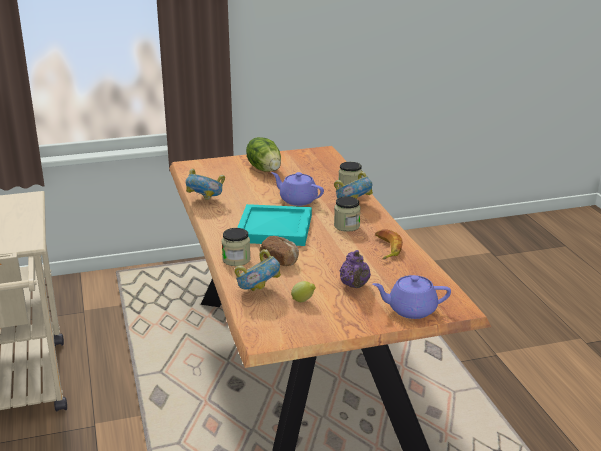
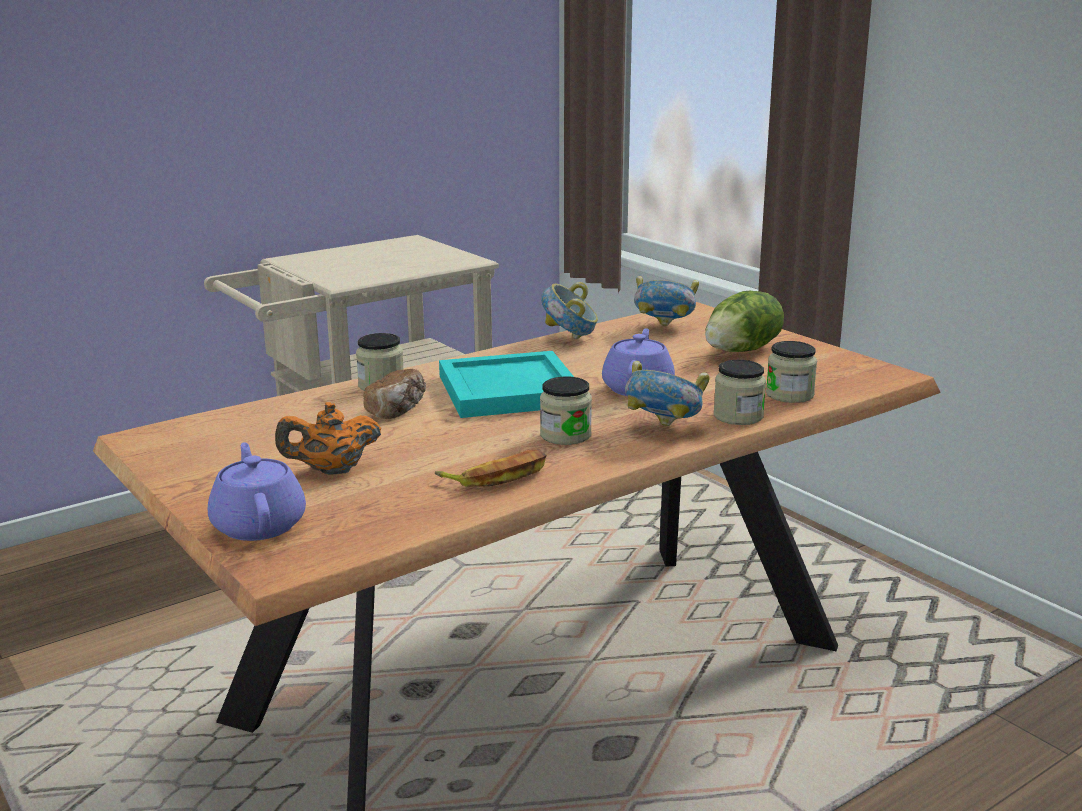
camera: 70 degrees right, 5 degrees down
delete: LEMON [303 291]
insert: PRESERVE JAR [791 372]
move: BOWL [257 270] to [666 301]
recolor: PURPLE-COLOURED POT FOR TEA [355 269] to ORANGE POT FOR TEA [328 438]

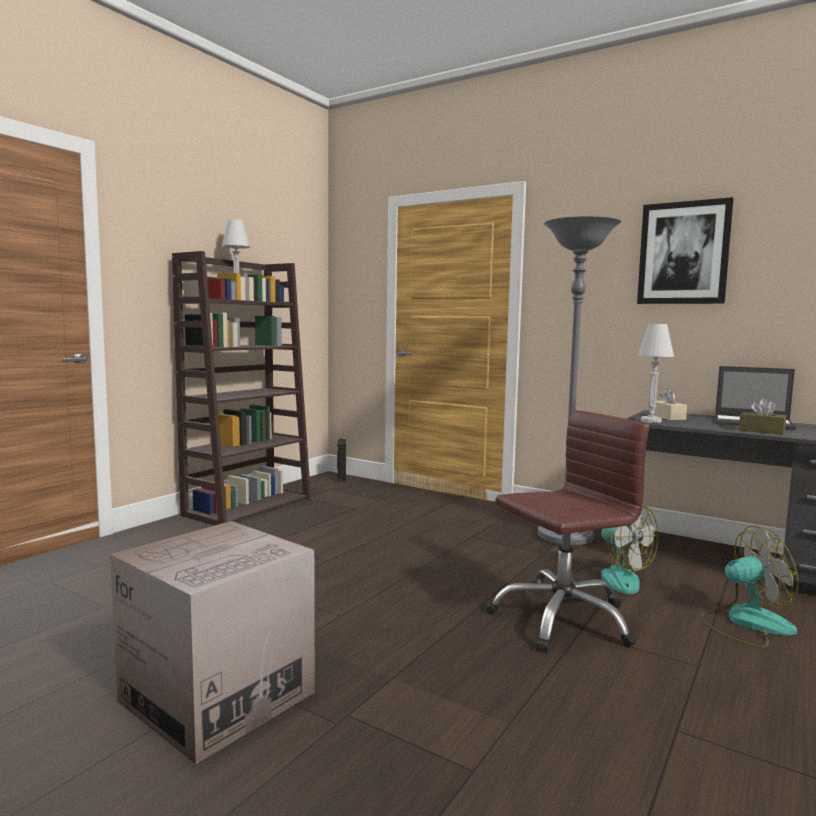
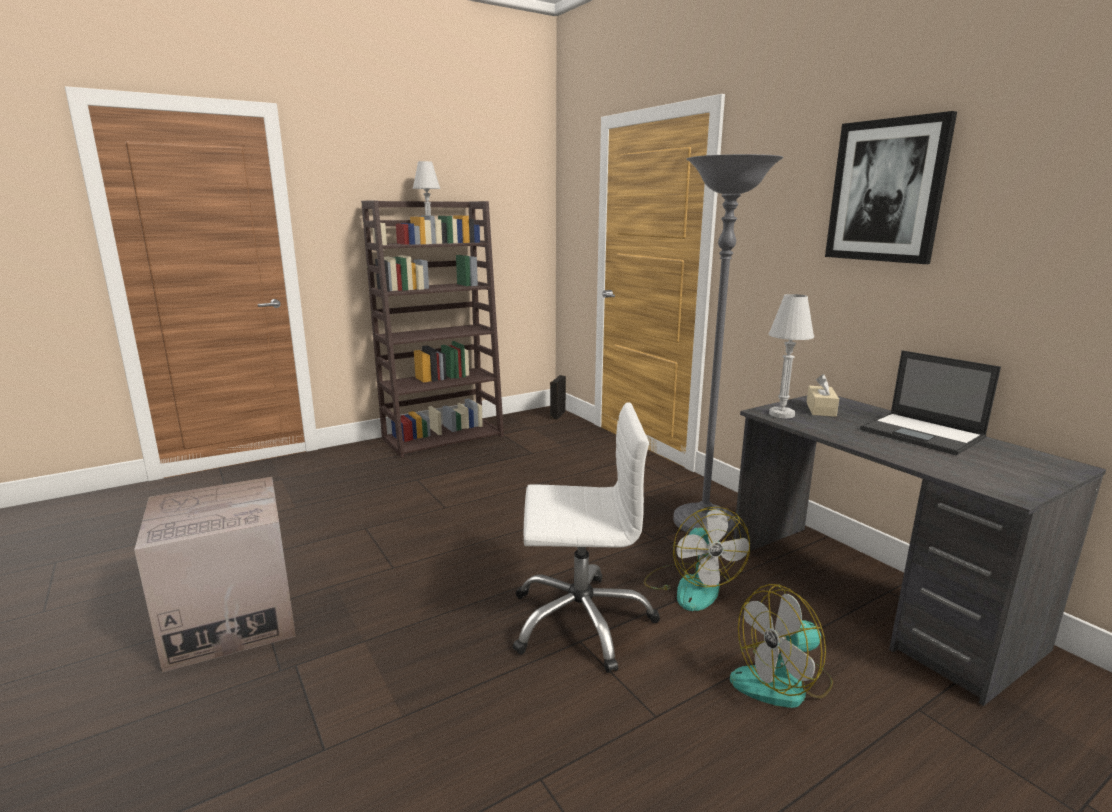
camera: 25 degrees right, 10 degrees up
delete: BROWN-COLOURED BOX OF TISSUES [762 416]
recolor: BROWN-COLOURED COMPUTER CHAIR [567 531] to WHITISH COMPUTER CHAIR [586 537]
rotate: FAN [749 586] = [781 646] 135 degrees clockwise

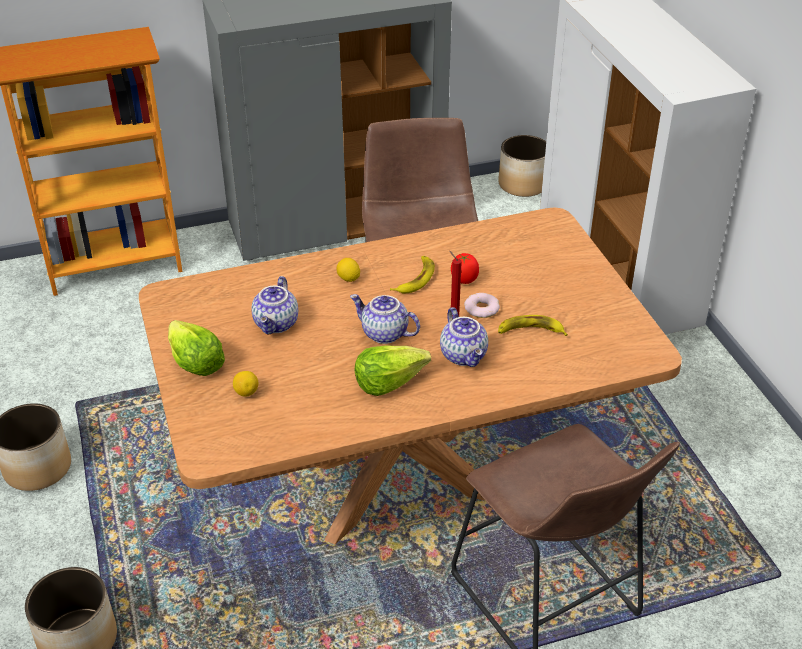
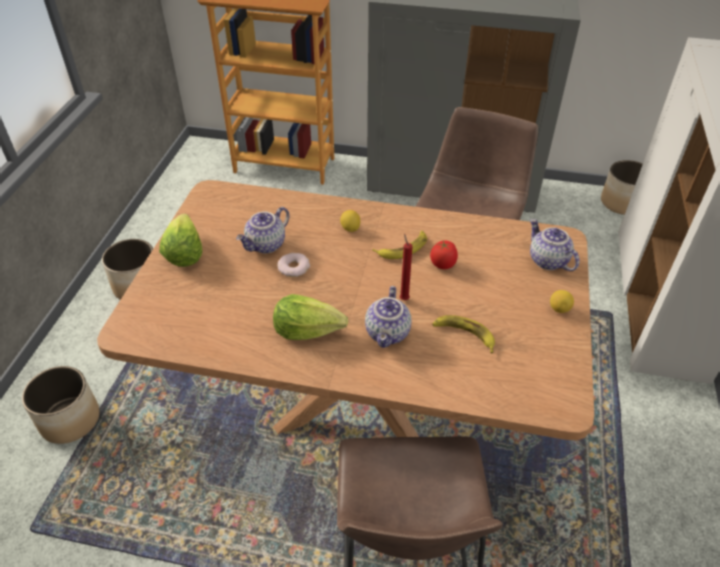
camera: 30 degrees right, 5 degrees up
move: DOUGHNUT [482 305] to [293 265]; POT FOR TEA [385 319] to [555 245]; LEMON [246 384] to [562 301]

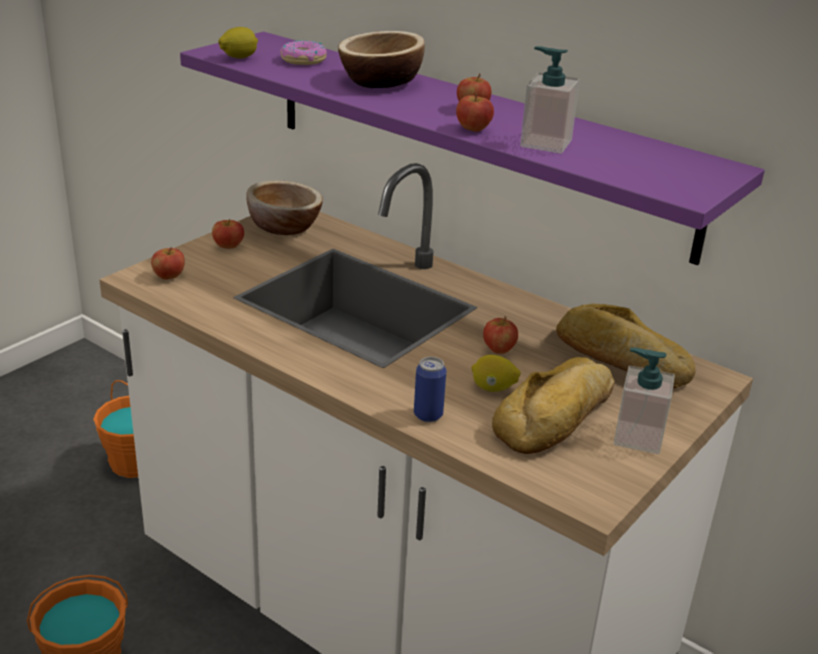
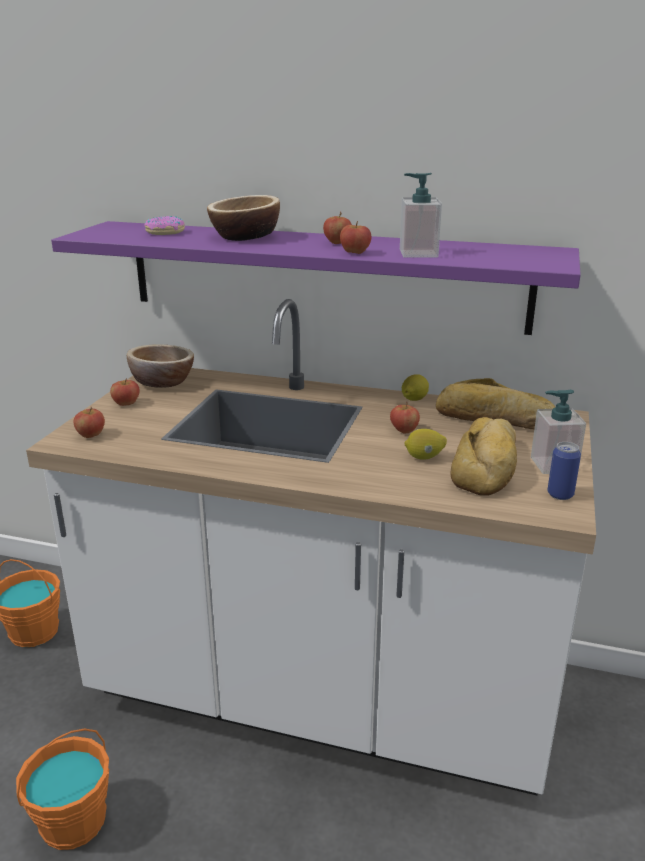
camera: 20 degrees left, 5 degrees down
move: LEMON [238 42] to [415 387]; CAN [430 389] to [564 471]

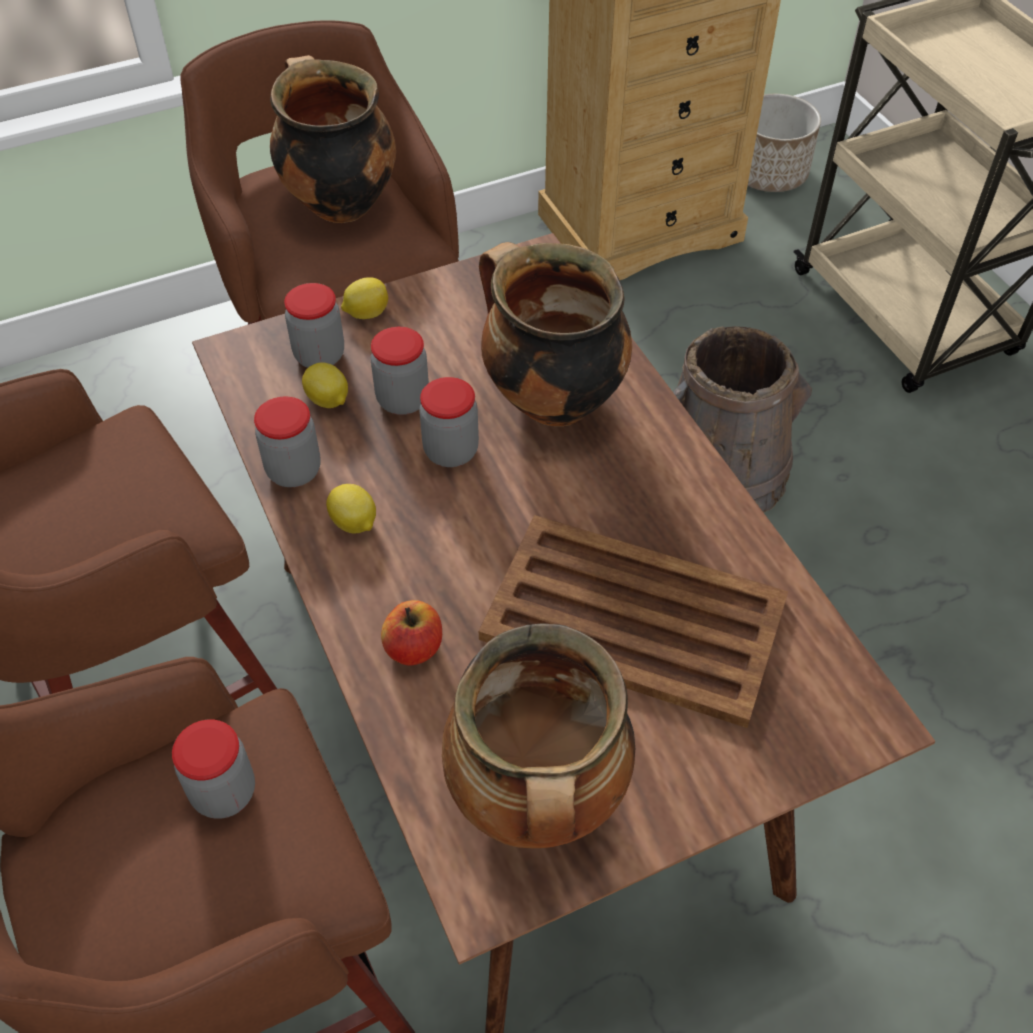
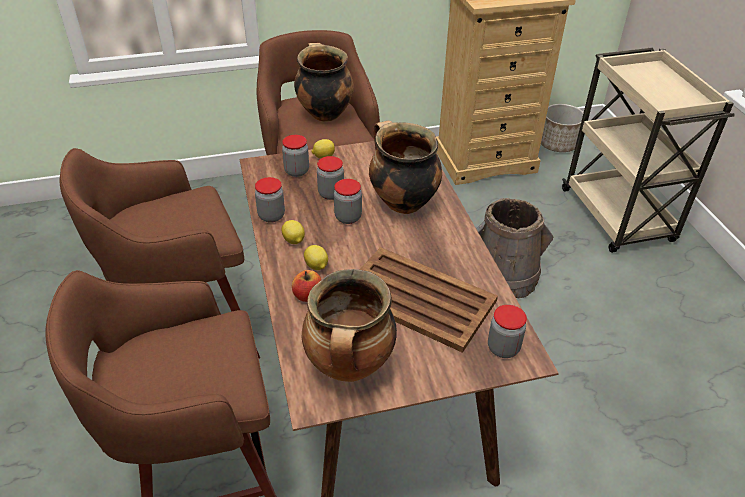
camera: 10 degrees right, 10 degrees down
move: LEMON [325 385] to [316 257]; PRESERVE JAR [213 769] to [507 331]

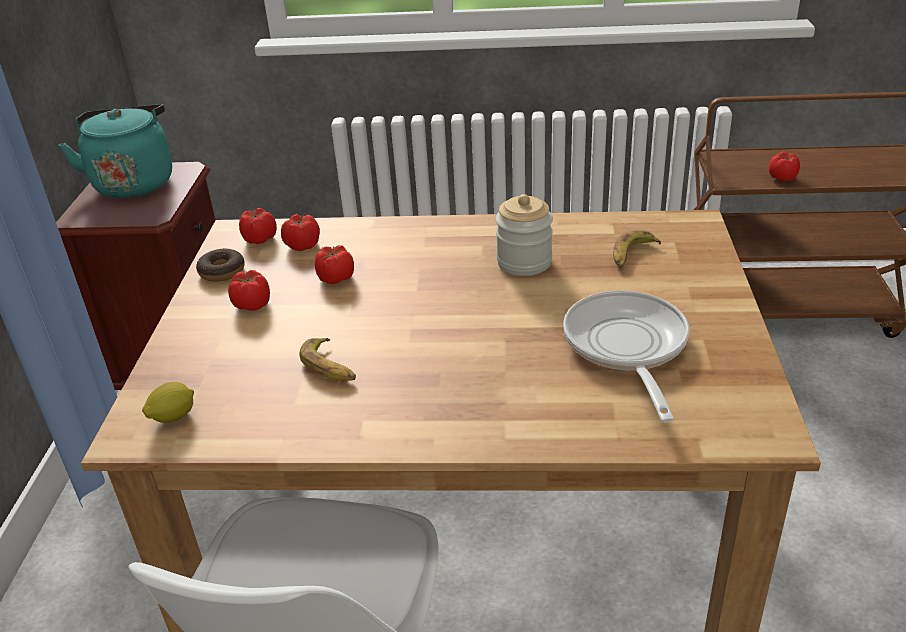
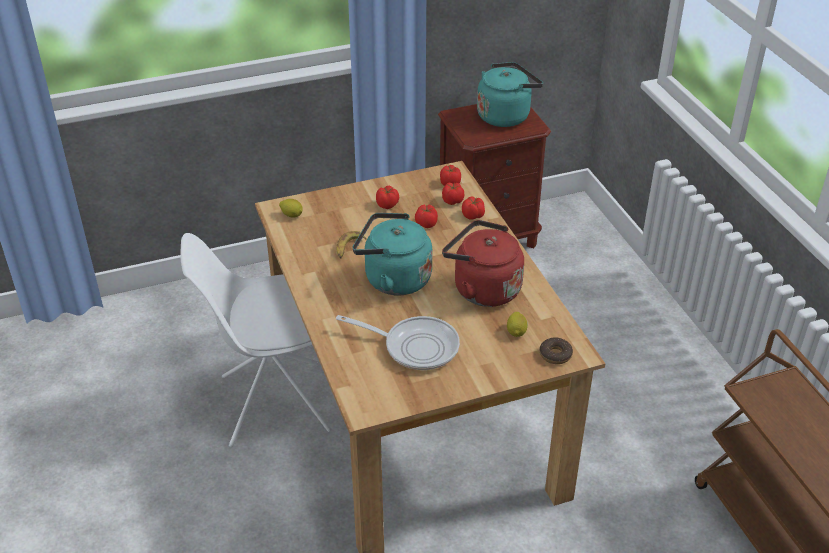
camera: 65 degrees right, 5 degrees up
insert: TURQUOISE KETTLE [392 254]
move: FRESH TOMATO [784 166] to [473 207]; DOUGHNUT [220 265] to [556 351]
replace: PRESERVE JAR [524 235] to RED KETTLE [483 263]; BANANA FRUIT [637 249] to LEMON [517 324]
rotate: SKILLET [626 357] = [398 342] 45 degrees clockwise

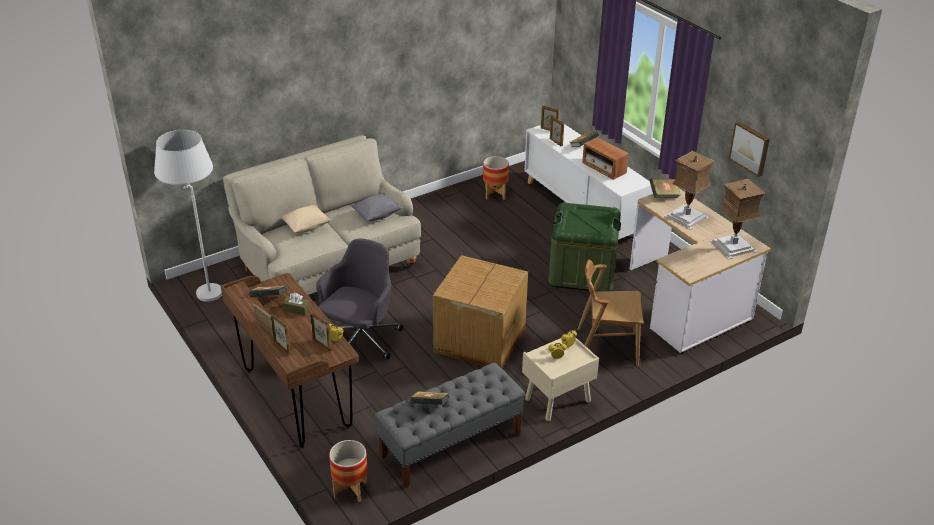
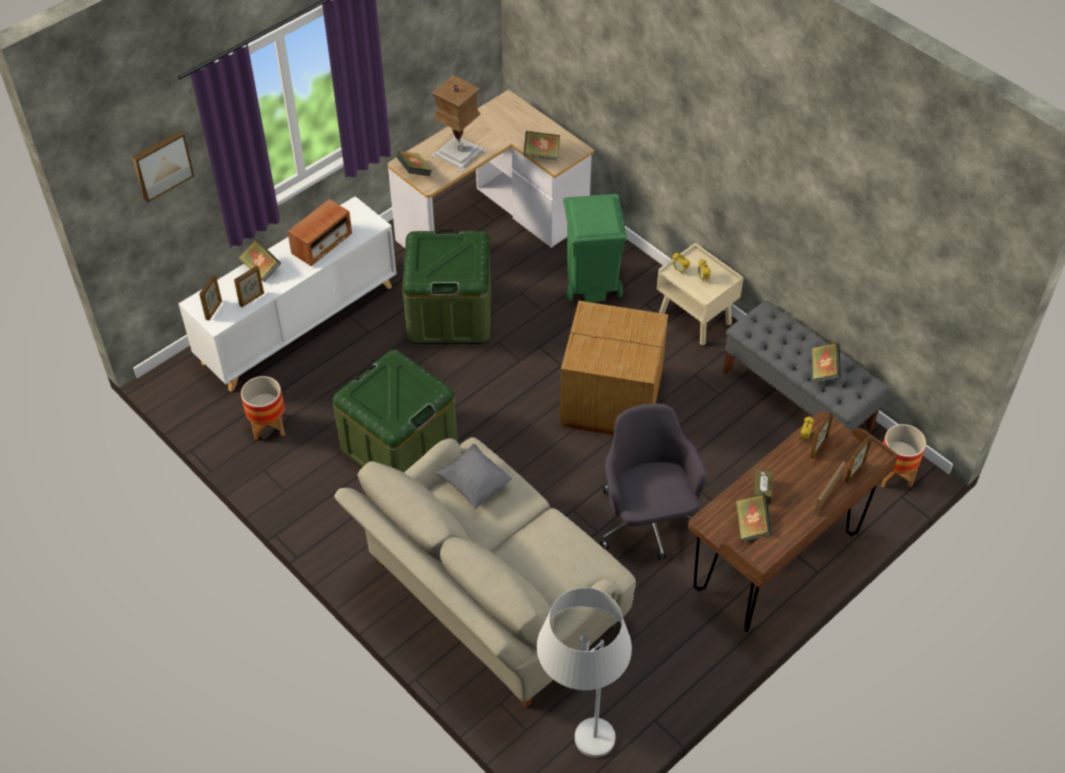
camera: 100 degrees left, 15 degrees up
delete: LAMP FOR A TABLE [737 219]; BEIGE THROW PILLOW [306 219]
insert: VOLUME [541 145]; GREEN STORAGE BOX [395 411]
move: PICTURE [749 149] to [163 166]
replace: BROWN-COLOURED CHAIR [610 313] to GREEN RUBBISH BIN [595 248]
rotate: GREY COMPUTER CHAIR [359 299] = [653 481] 60 degrees clockwise

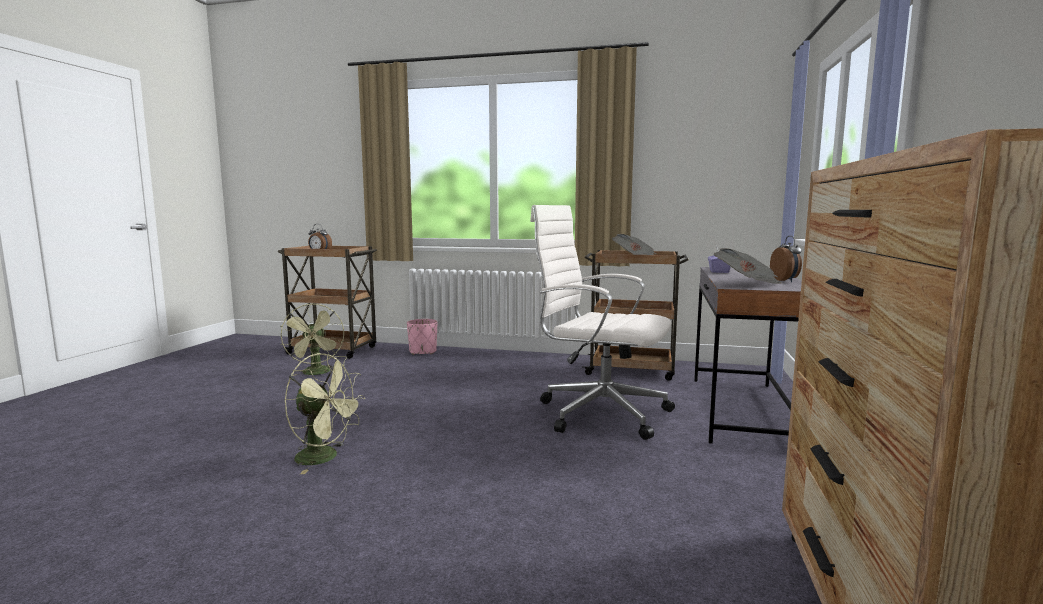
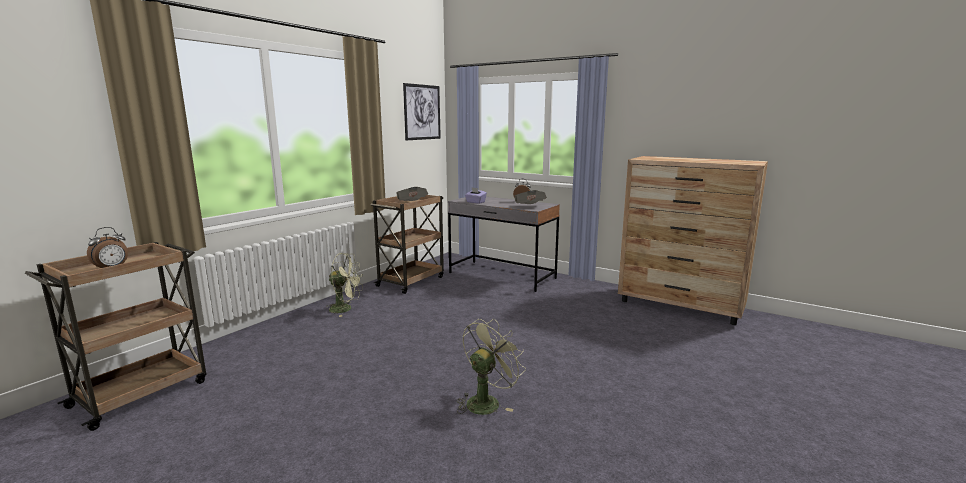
camera: 70 degrees left, 5 degrees up
delete: WHITISH COMPUTER CHAIR [602 322]; PINKISH PLANT POT [422 337]
insert: PICTURE [422 111]
move: GREEN FAN [312 340] to [345 285]

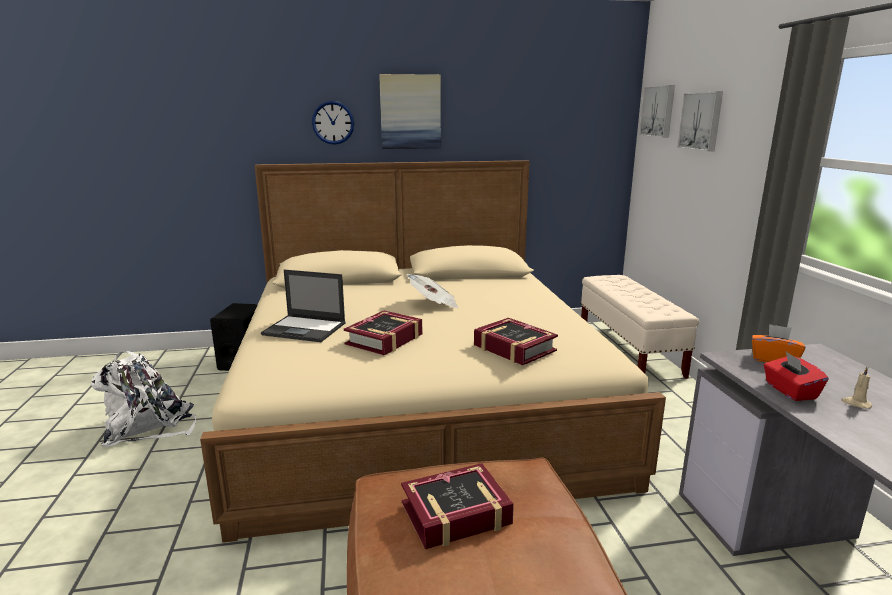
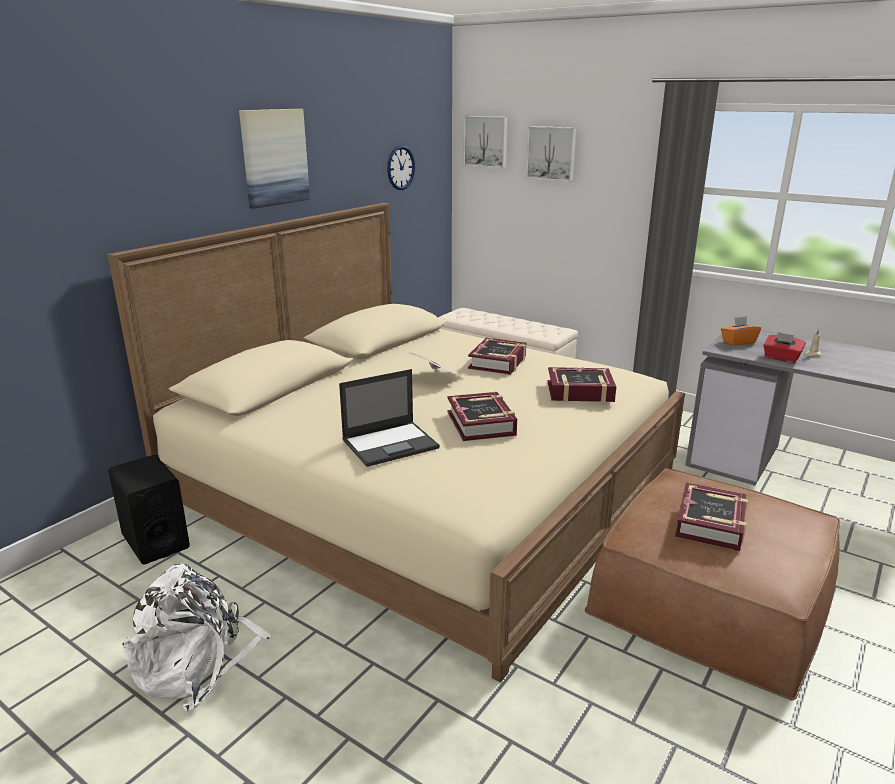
camera: 45 degrees left, 5 degrees up
insert: VOLUME [497 356]
move: HANGING CLOCK [333 123] to [401 167]

